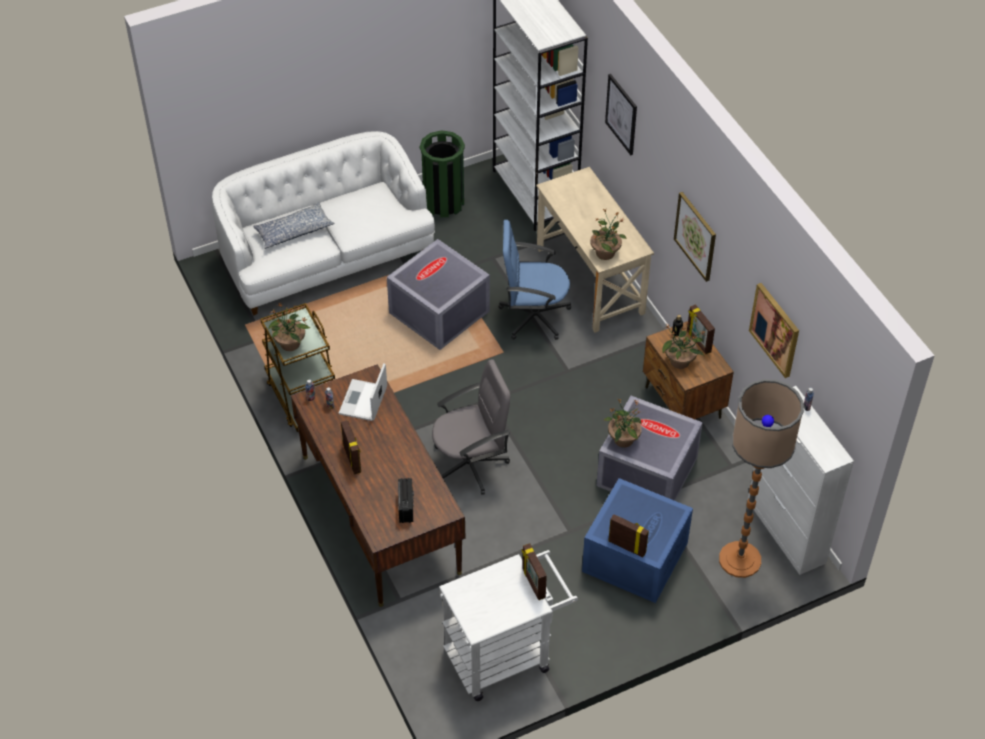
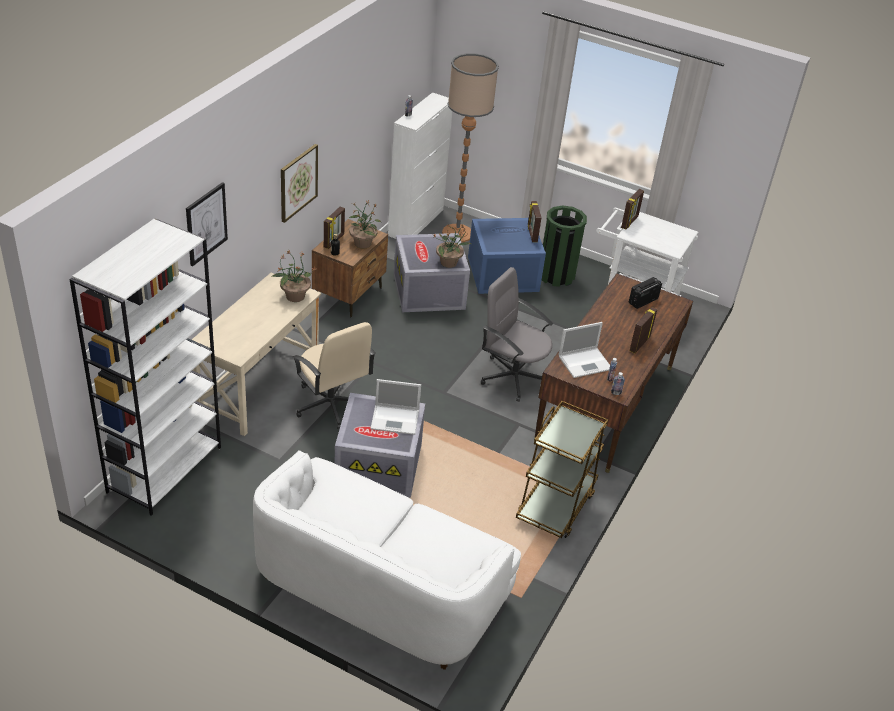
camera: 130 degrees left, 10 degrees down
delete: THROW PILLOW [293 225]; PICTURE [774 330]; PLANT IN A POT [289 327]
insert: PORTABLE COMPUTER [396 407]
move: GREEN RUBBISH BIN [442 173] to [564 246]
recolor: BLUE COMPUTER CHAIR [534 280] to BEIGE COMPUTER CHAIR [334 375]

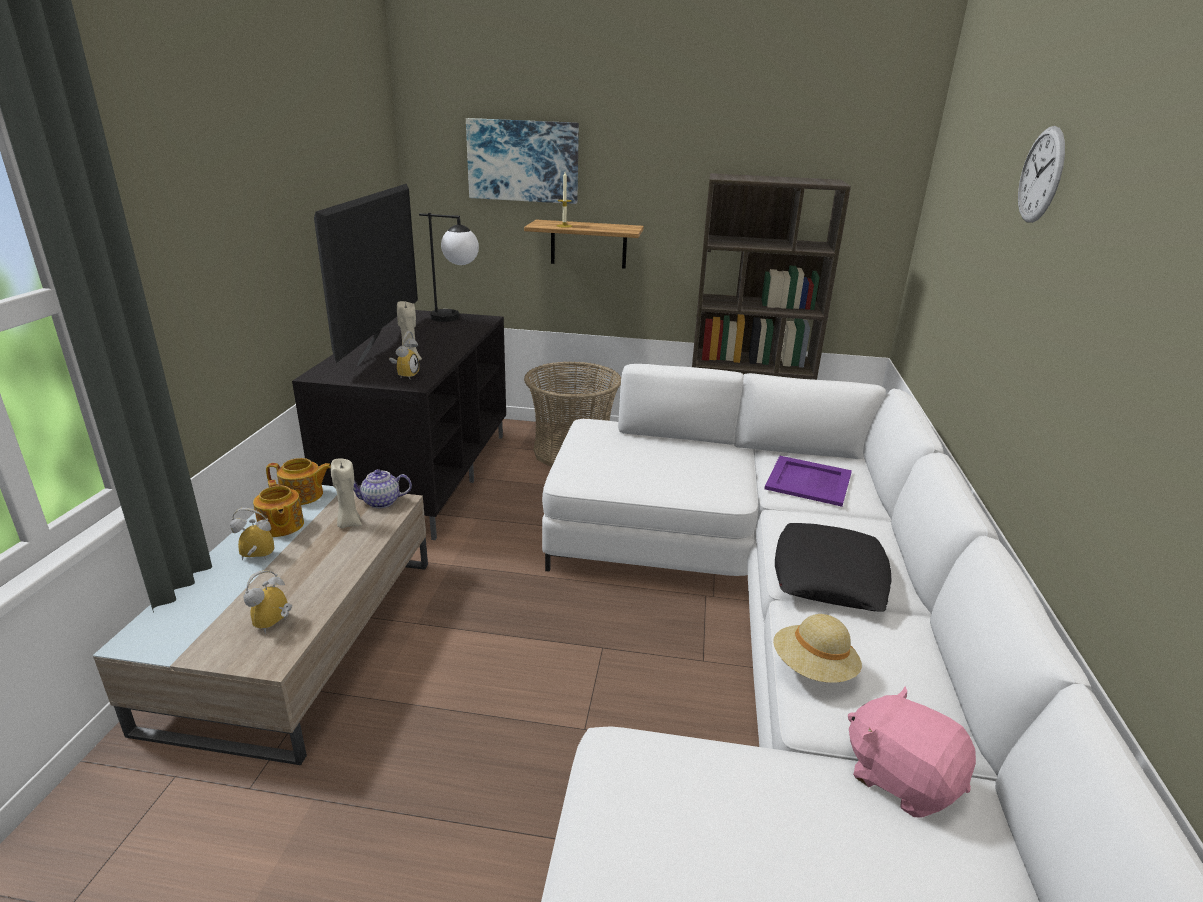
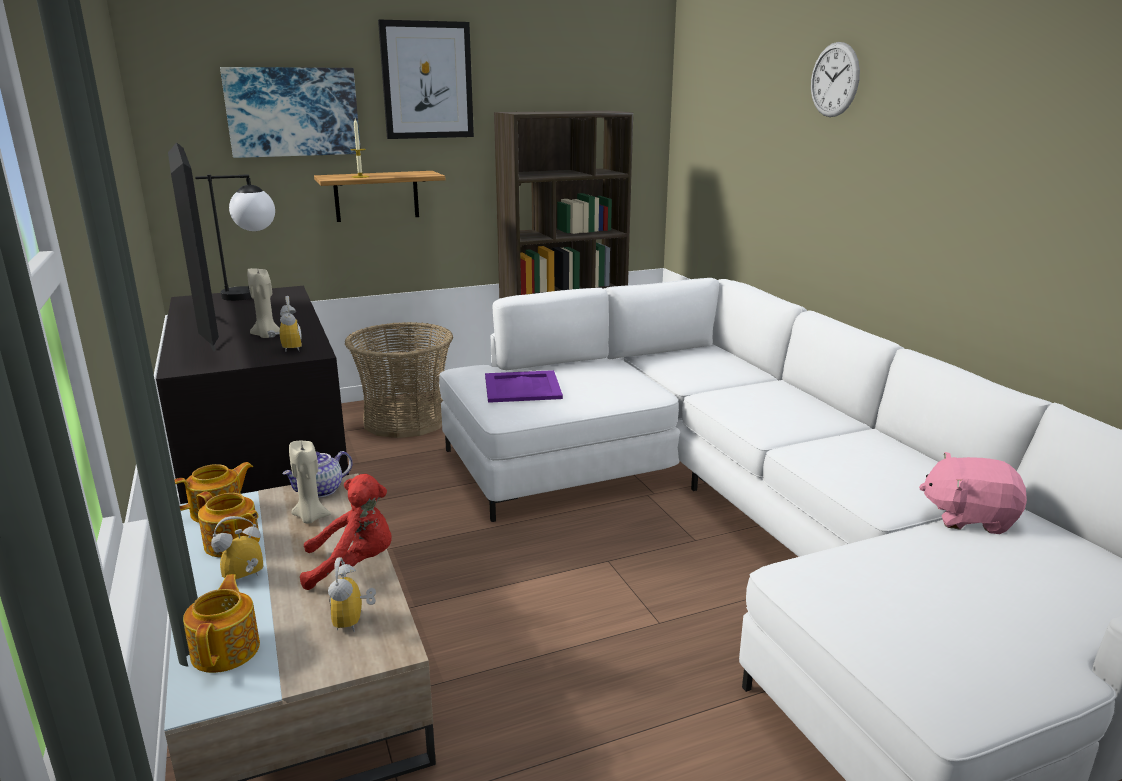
camera: 30 degrees left, 5 degrees down
delete: BLACKISH THROW PILLOW [833 567]; BEIGE CLOTHING HAT [817 648]
insert: PICTURE [426 79]; RED CUDDLY TOY [346 532]; POT FOR TEA [221 623]
move: PURPLE-COLOURED SERVING TRAY [808 481] to [524 386]

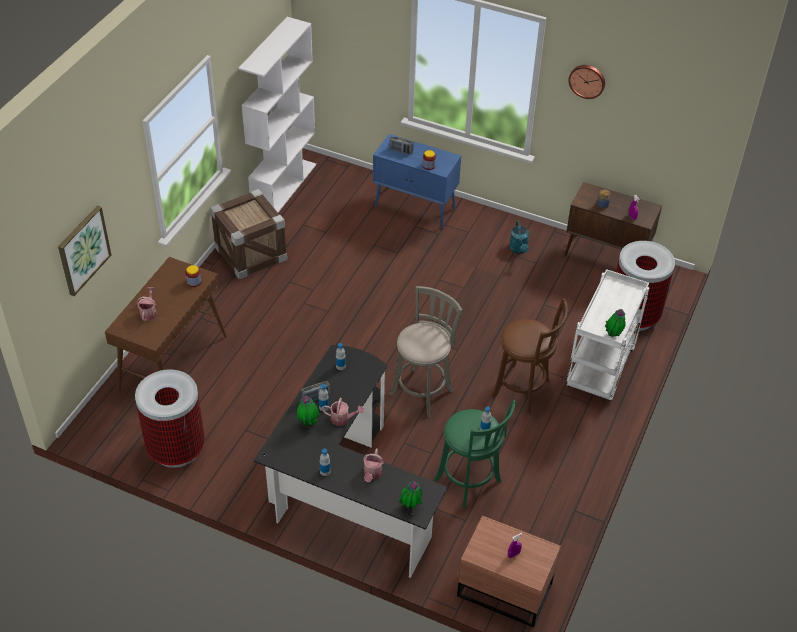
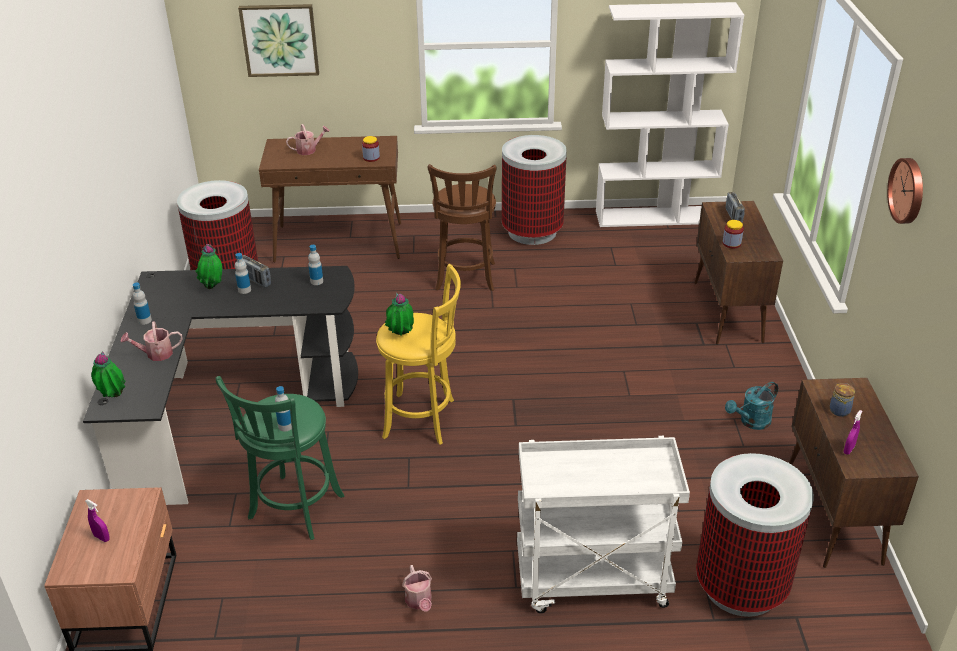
camera: 65 degrees right, 10 degrees down
move: BROWN-COLOURED SITTING STOOL [529 355] to [462 227]; PLANT IN A POT [615 323] to [399 314]; WATERING POT [343 412] to [417 588]
replace: PACKING CRATE [248 234] to RUBBISH BIN [534 190]
recolor: BLUE STORAGE CABINET [417 181] to BROWN-COLOURED STORAGE CABINET [739 273]; GREY SITTING STOOL [426 351] to YELLOW SITTING STOOL [418 354]

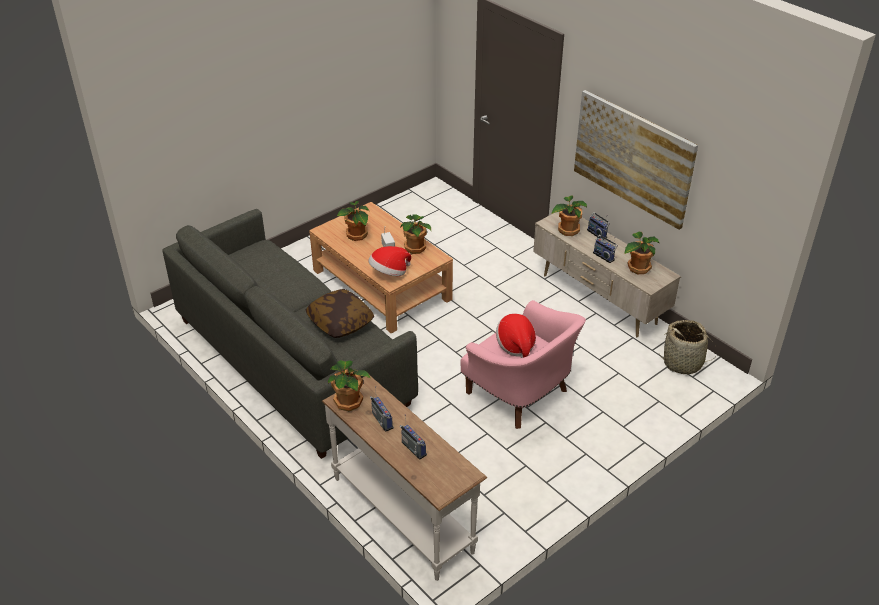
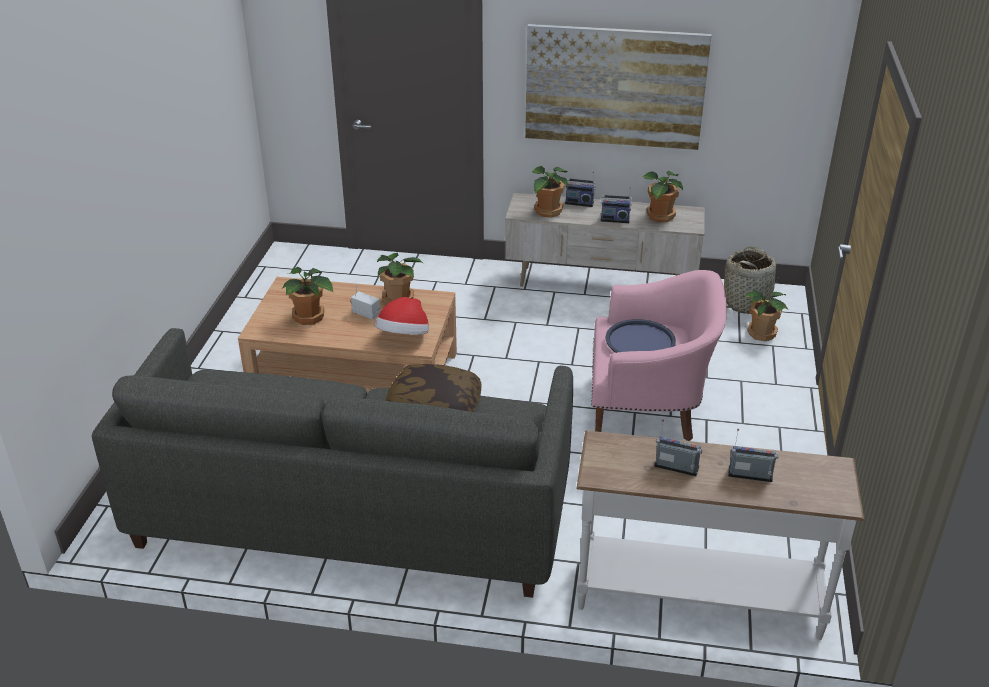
camera: 40 degrees left, 5 degrees down
move: PLANT IN A POT [349 385] to [765 316]
replace: CLOTHING HAT [516 335] to BLUE SERVING TRAY [640 336]

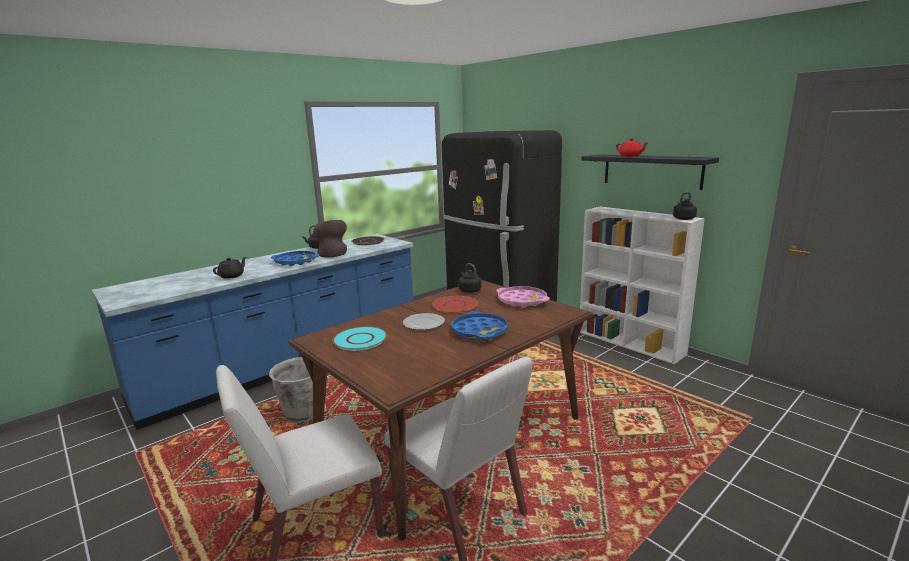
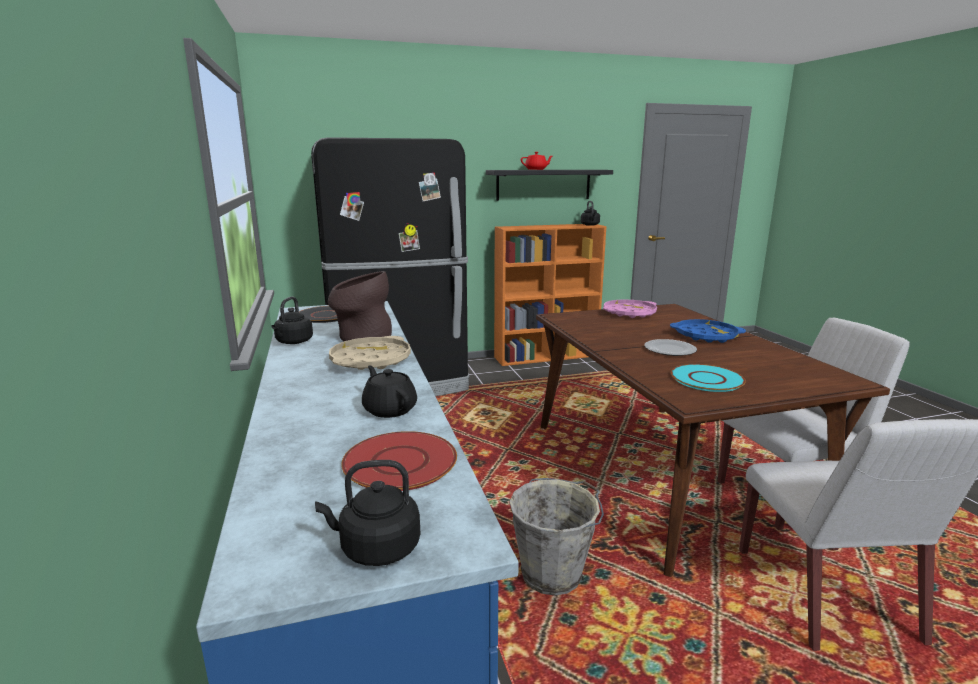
camera: 65 degrees left, 0 degrees up
move: BLACKISH KETTLE [470 278] to [367 513]; RED FLAT DISH [455 304] to [399 461]
recolor: WHITISH SHELVING UNIT [642 285] to ORANGE SHELVING UNIT [550 295]; BLUE SERVING TRAY [295 258] to BEIGE SERVING TRAY [370 353]

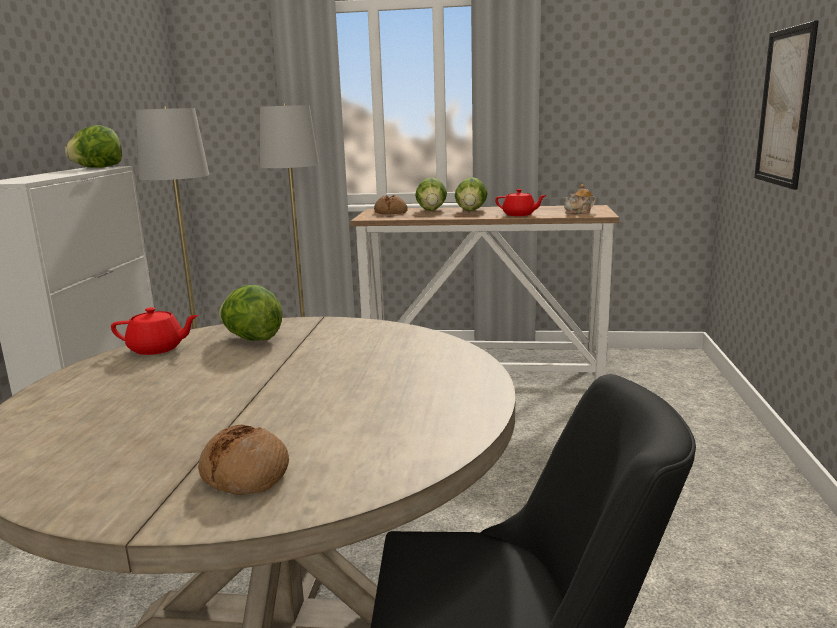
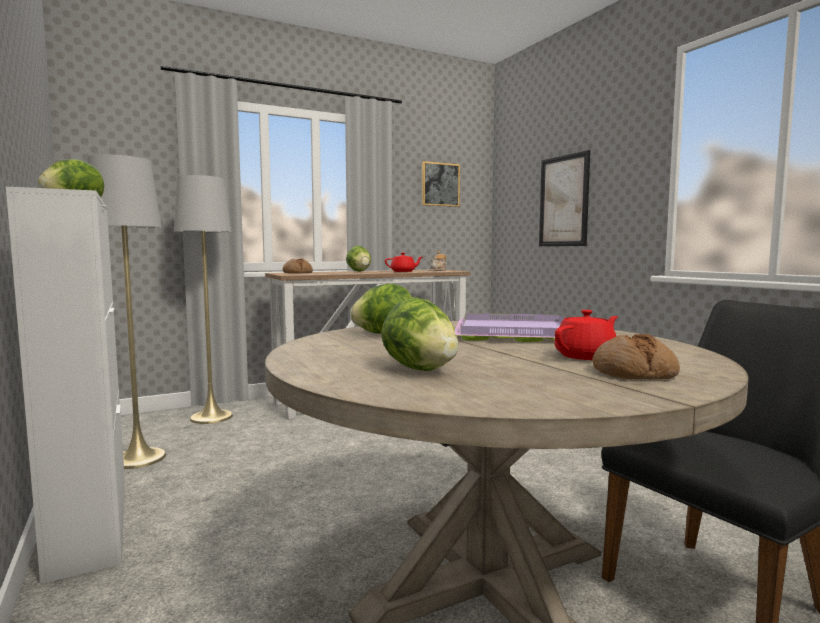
camera: 35 degrees left, 10 degrees down
insert: PICTURE [441 184]; PURPLE-COLOURED SERVING TRAY [509 327]
move: LETTUCE HEAD [431 194] to [420 334]; RED POT FOR TEA [155 331] to [586 335]

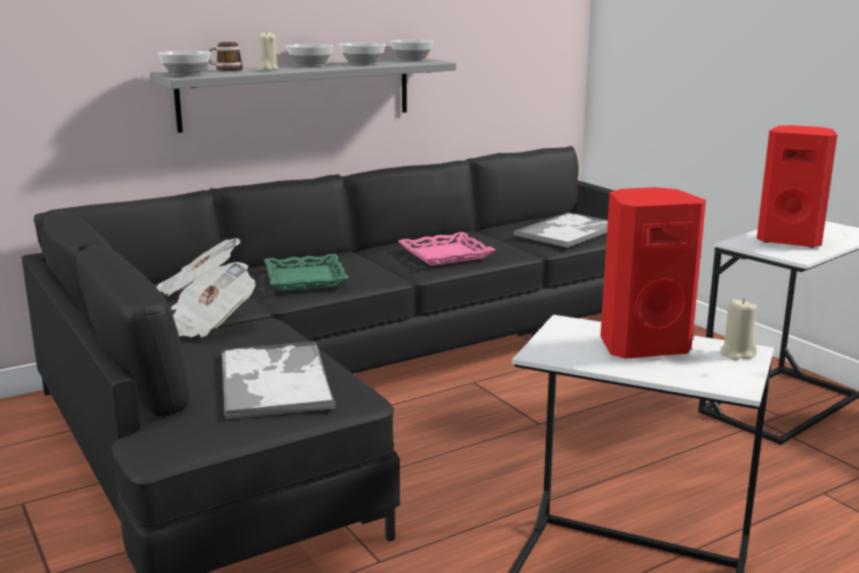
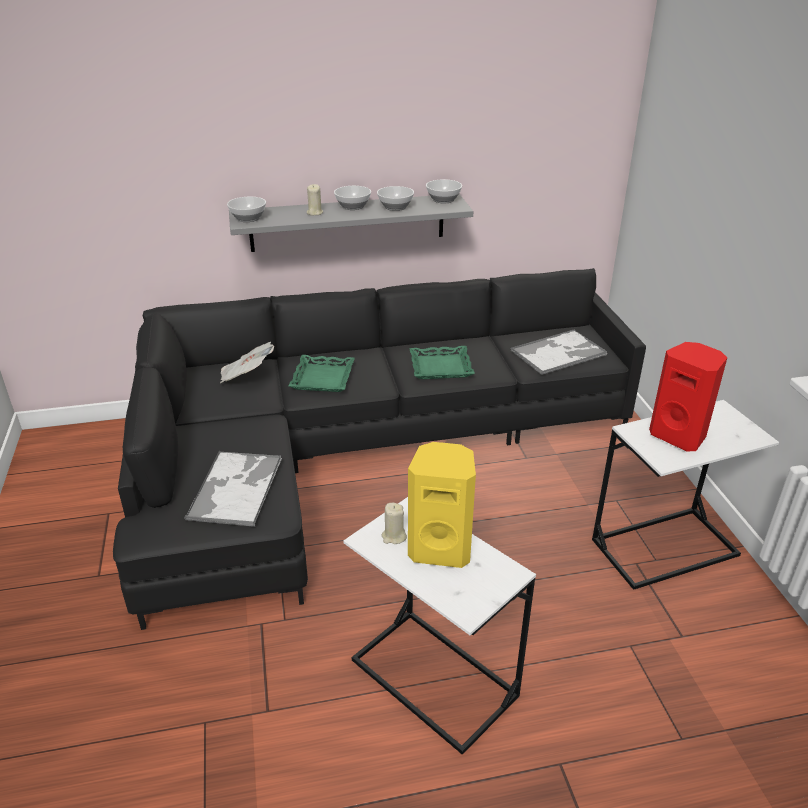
camera: 20 degrees right, 15 degrees up
delete: MUG [225 56]; NEWSPAPER [213 299]
move: BEIGE WAX CANDLE [739 329] to [394 523]
recolor: RED SPEAKER [653 273] to YELLOW SPEAKER [442 505]; PINKISH SERVING TRAY [446 249] to GREEN SERVING TRAY [442 362]

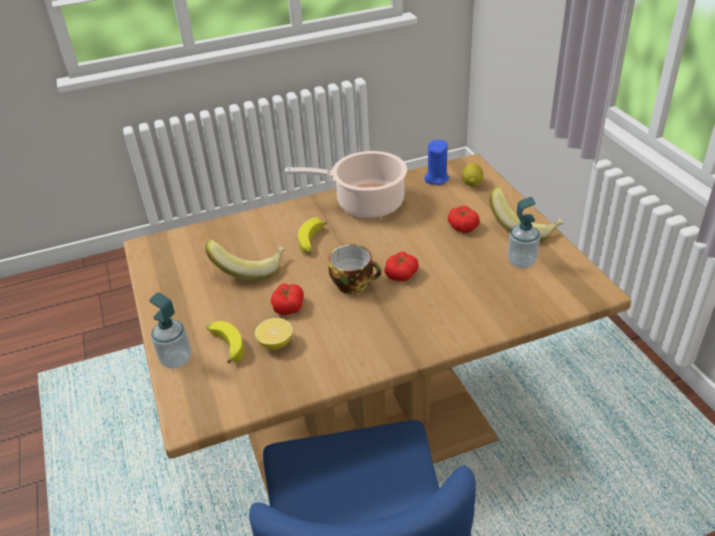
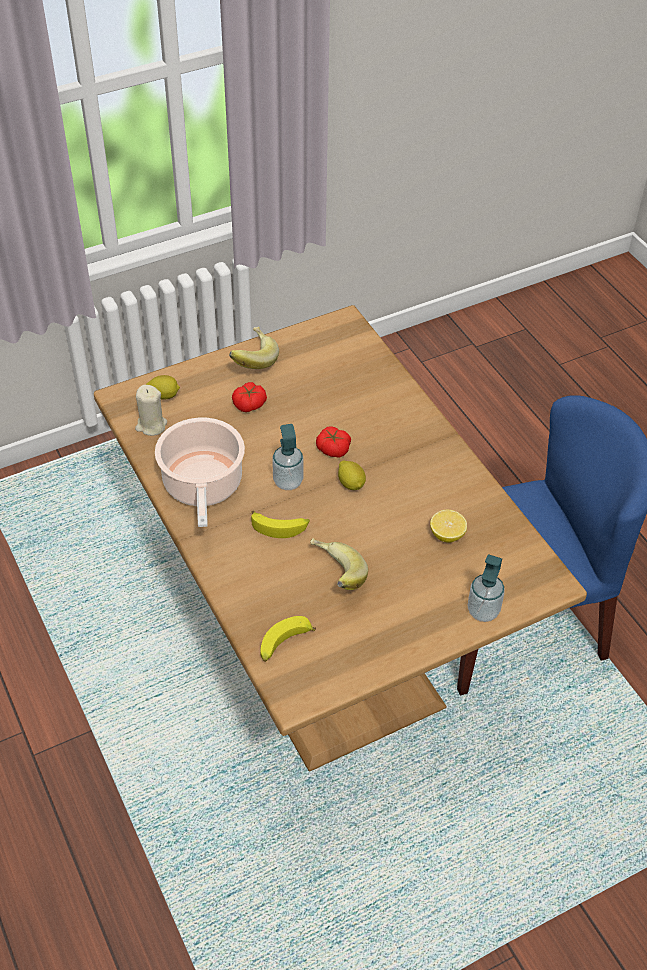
camera: 100 degrees left, 10 degrees up
delete: FRESH TOMATO [287 299]
move: LIQUID SOAP BOTTLE [524 232] to [288 457]; BANANA FRUIT [225 342] to [288 639]
replace: CUP [355 269] to LEMON [352 475]
recolor: BLUE WAX CANDLE [436 162] to BEIGE WAX CANDLE [151 410]

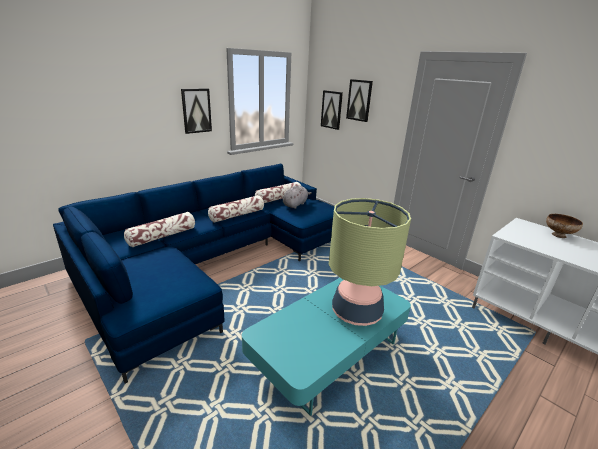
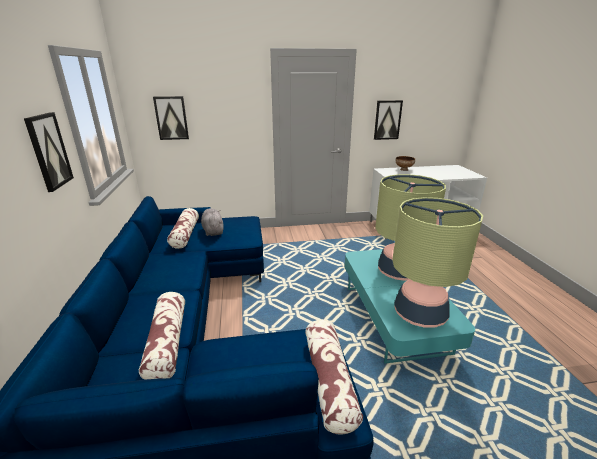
camera: 55 degrees left, 0 degrees up
insert: LAMP FOR A TABLE [437 262]
move: PICTURE [359 100] to [388 120]; THROW PILLOW [236 209] to [334 377]

